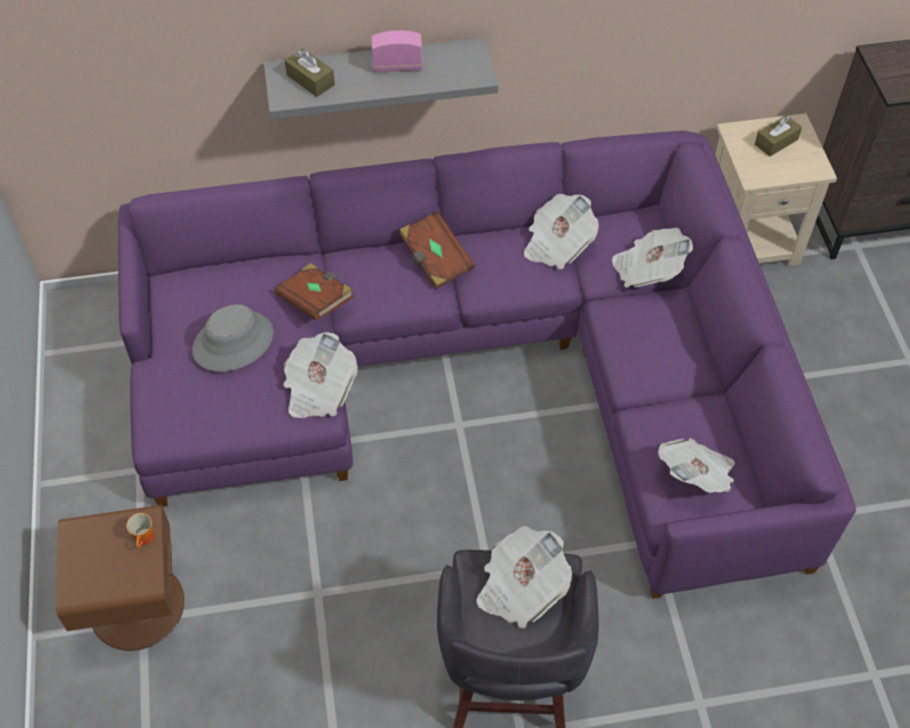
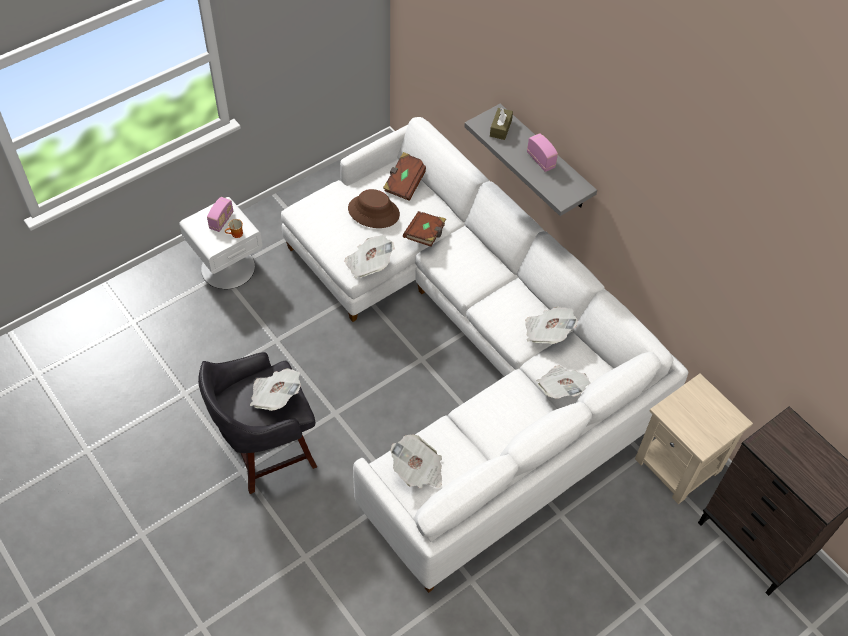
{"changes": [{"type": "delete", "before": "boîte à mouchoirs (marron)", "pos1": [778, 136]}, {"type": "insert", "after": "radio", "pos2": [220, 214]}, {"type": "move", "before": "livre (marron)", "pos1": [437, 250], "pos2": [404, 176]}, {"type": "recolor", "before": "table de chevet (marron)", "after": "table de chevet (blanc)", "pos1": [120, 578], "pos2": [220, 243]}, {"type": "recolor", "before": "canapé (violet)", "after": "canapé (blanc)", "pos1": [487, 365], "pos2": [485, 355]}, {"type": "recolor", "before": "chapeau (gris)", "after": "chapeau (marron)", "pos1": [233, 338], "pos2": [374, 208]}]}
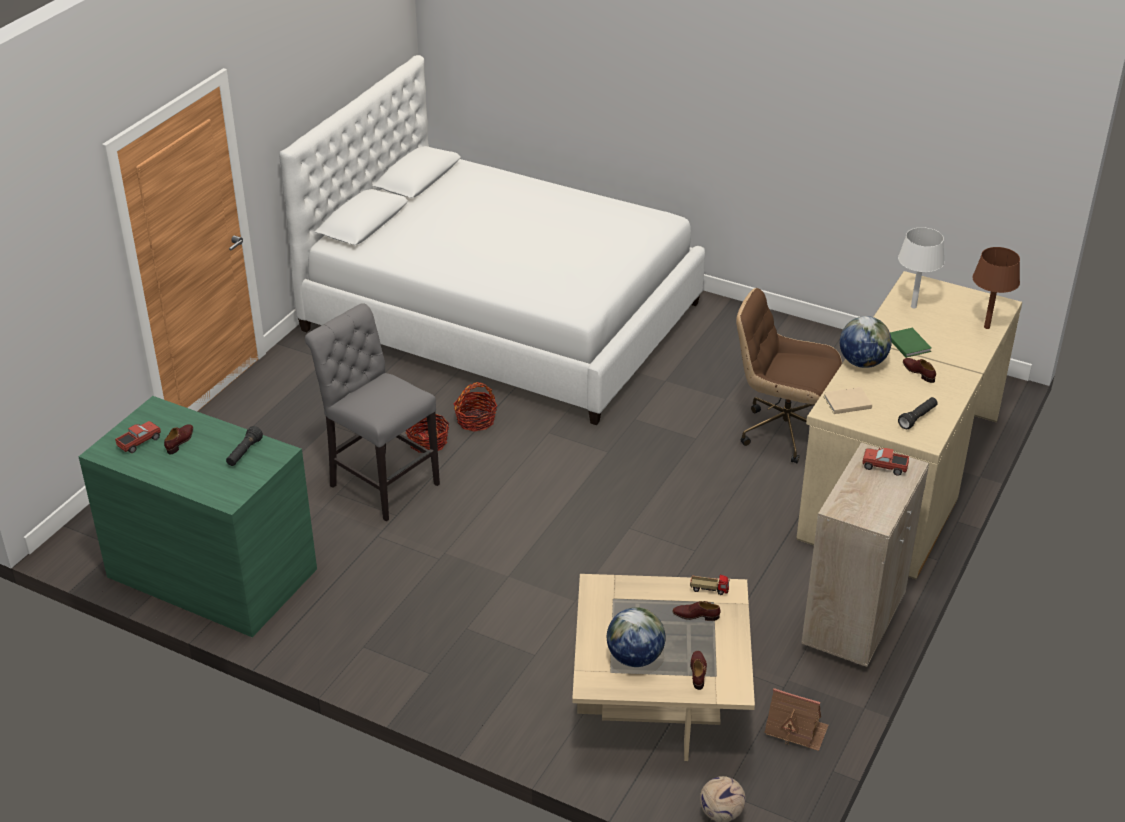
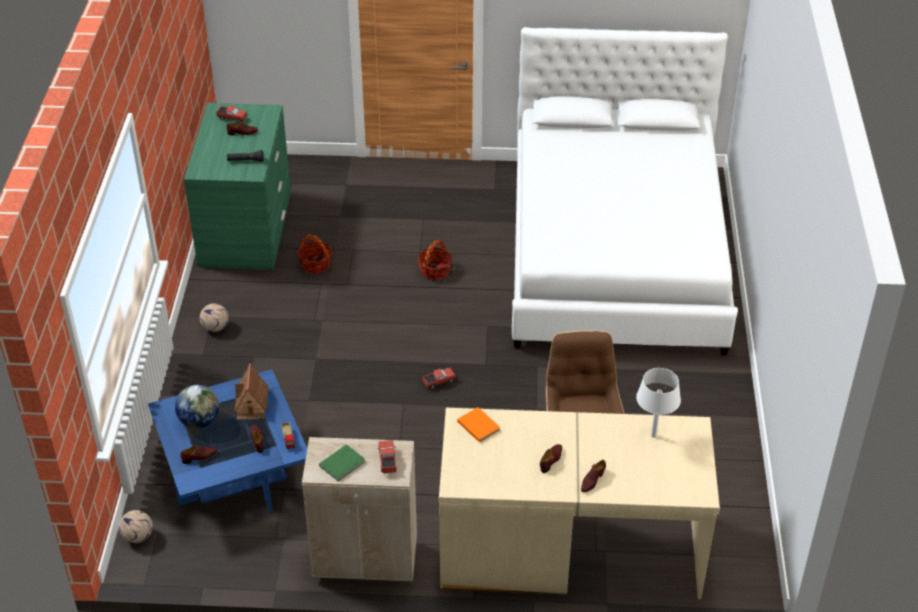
{"changes": [{"type": "delete", "before": "tabouret (gris)", "pos1": [372, 412]}, {"type": "delete", "before": "globe", "pos1": [866, 342]}, {"type": "delete", "before": "lampe de poche (noir)", "pos1": [918, 413]}, {"type": "delete", "before": "lampe de table (marron)", "pos1": [996, 288]}, {"type": "insert", "after": "ballon de foot", "pos2": [214, 317]}, {"type": "insert", "after": "camion jouet", "pos2": [439, 378]}, {"type": "insert", "after": "chaussure (marron)", "pos2": [593, 476]}, {"type": "move", "before": "panier", "pos1": [475, 407], "pos2": [314, 254]}, {"type": "move", "before": "maison miniature", "pos1": [796, 719], "pos2": [252, 391]}, {"type": "move", "before": "livre (vert)", "pos1": [910, 343], "pos2": [342, 462]}, {"type": "recolor", "before": "table basse (beige)", "after": "table basse (bleu)", "pos1": [663, 667], "pos2": [227, 440]}, {"type": "recolor", "before": "livre (beige)", "after": "livre (orange)", "pos1": [847, 400], "pos2": [478, 424]}]}
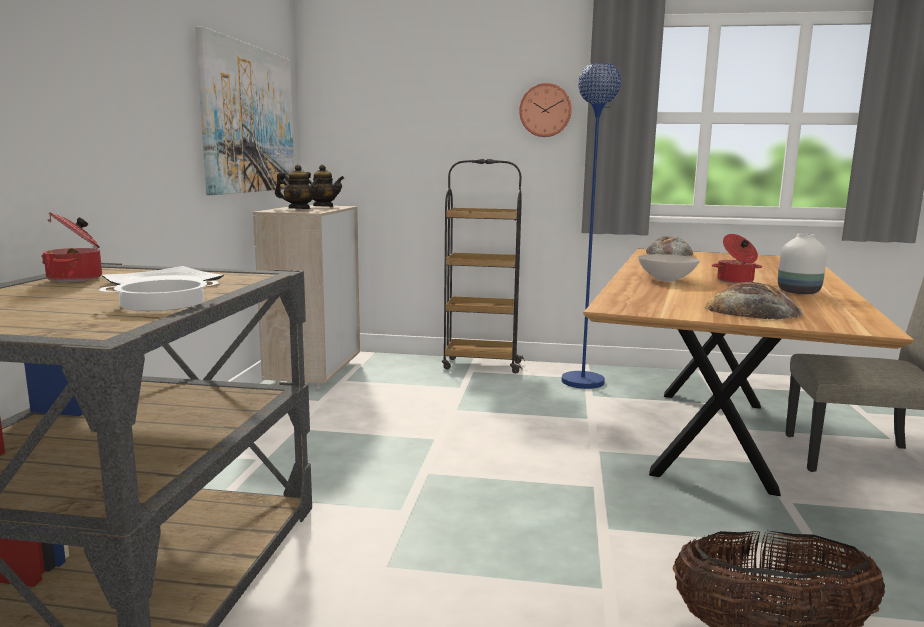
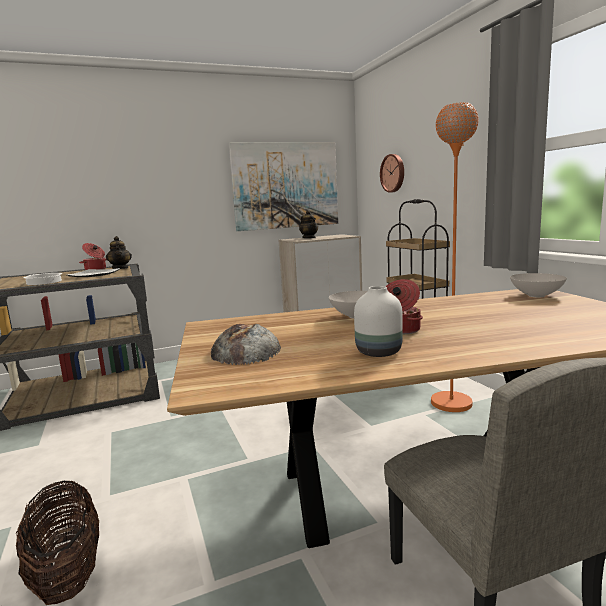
{"changes": [{"type": "move", "before": "théière", "pos1": [325, 186], "pos2": [119, 252]}, {"type": "move", "before": "horloge murale", "pos1": [545, 110], "pos2": [392, 173]}, {"type": "replace", "before": "pain", "after": "bol (blanc)", "pos1": [669, 246], "pos2": [538, 285]}, {"type": "recolor", "before": "lampadaire (bleu)", "after": "lampadaire (orange)", "pos1": [591, 226], "pos2": [455, 257]}]}
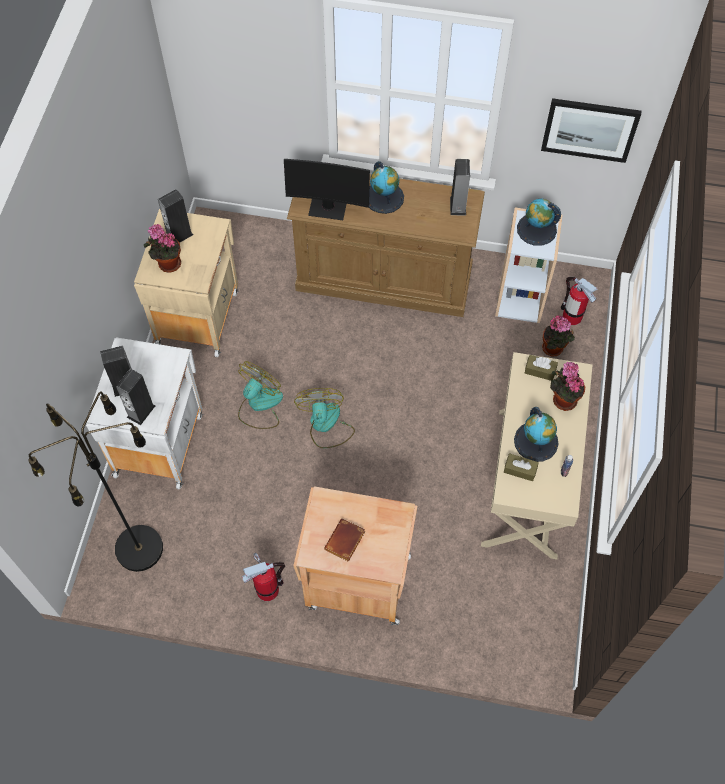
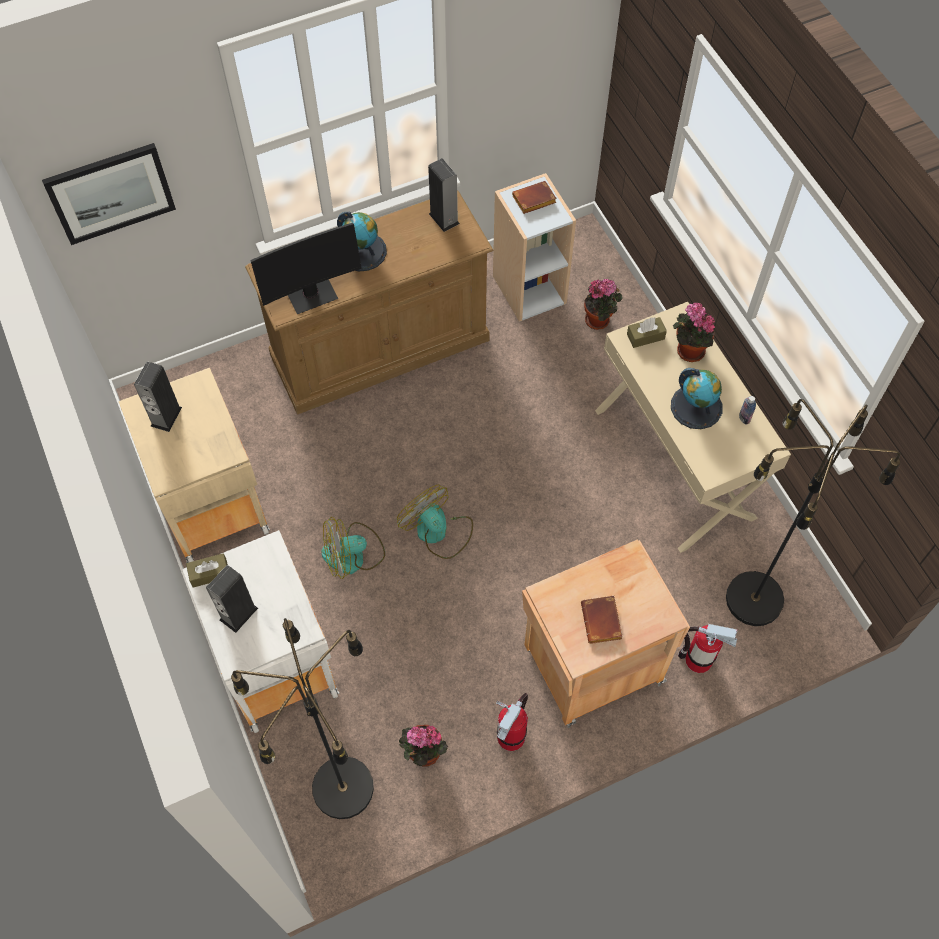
{"changes": [{"type": "delete", "before": "enceinte", "pos1": [135, 397]}, {"type": "insert", "after": "lampadaire", "pos2": [813, 512]}, {"type": "move", "before": "plante en pot", "pos1": [162, 248], "pos2": [423, 746]}, {"type": "move", "before": "boîte à mouchoirs (marron)", "pos1": [521, 467], "pos2": [207, 570]}, {"type": "move", "before": "tableau", "pos1": [591, 130], "pos2": [109, 194]}, {"type": "move", "before": "extincteur", "pos1": [579, 301], "pos2": [707, 648]}, {"type": "replace", "before": "globe", "after": "livre (marron)", "pos1": [539, 222], "pos2": [534, 197]}, {"type": "rotate", "before": "ventilateur", "pos1": [260, 395], "pos2": [353, 548], "turn": -105}]}
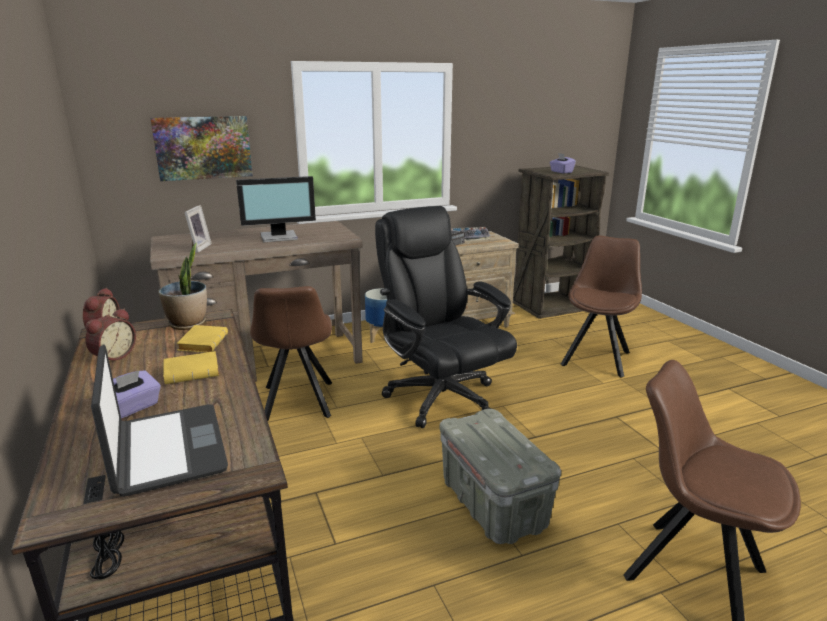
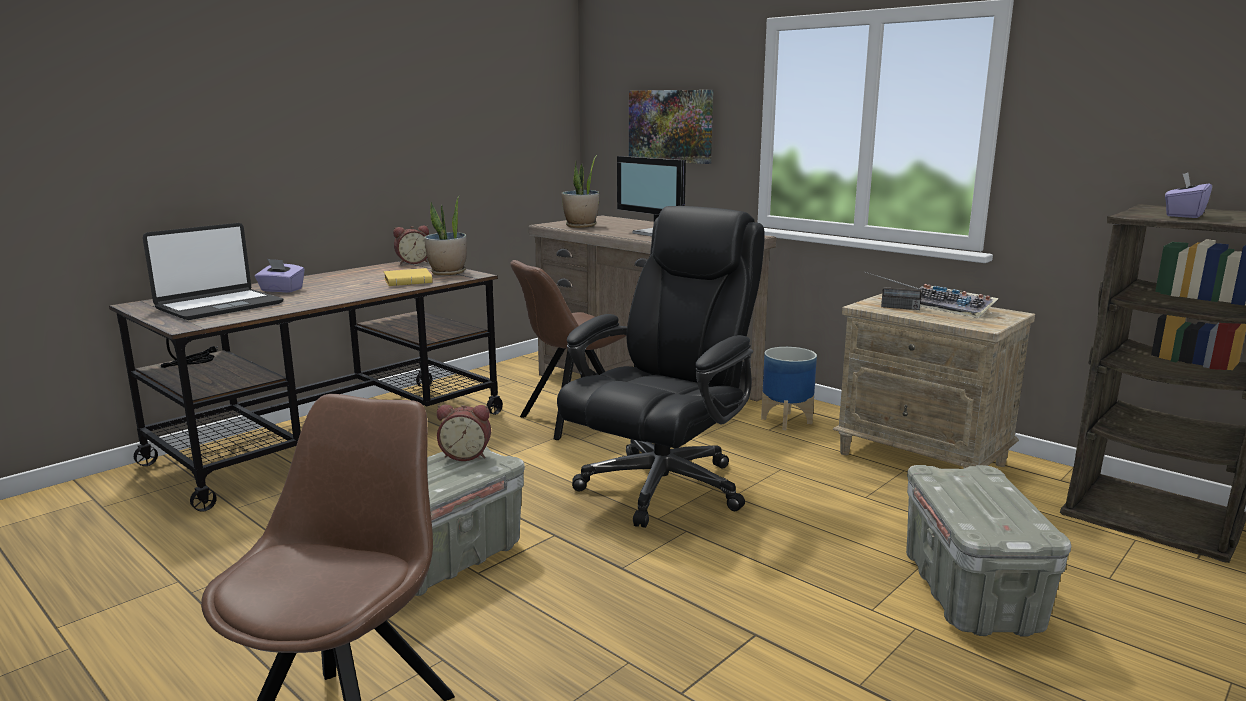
{"changes": [{"type": "delete", "before": "livre (jaune)", "pos1": [191, 367]}, {"type": "move", "before": "réveil", "pos1": [110, 334], "pos2": [464, 433]}, {"type": "replace", "before": "cadre photo", "after": "plante en pot", "pos1": [198, 229], "pos2": [580, 191]}, {"type": "replace", "before": "chaise (marron)", "after": "boîte de rangement (gris)", "pos1": [601, 306], "pos2": [988, 551]}]}
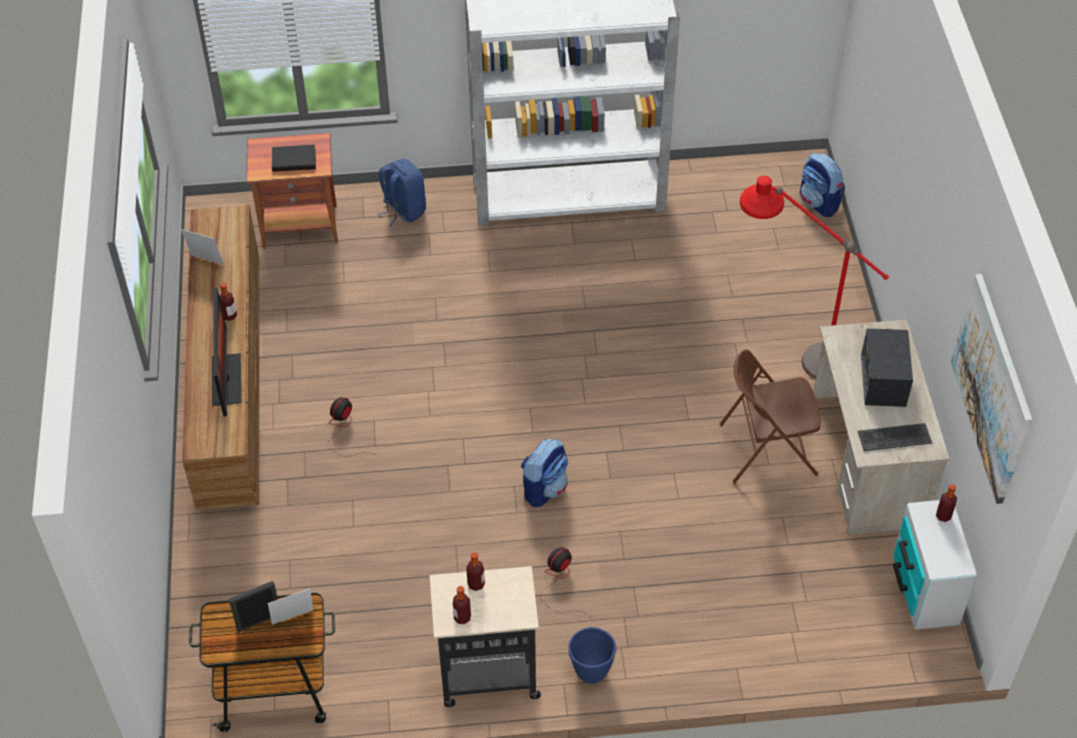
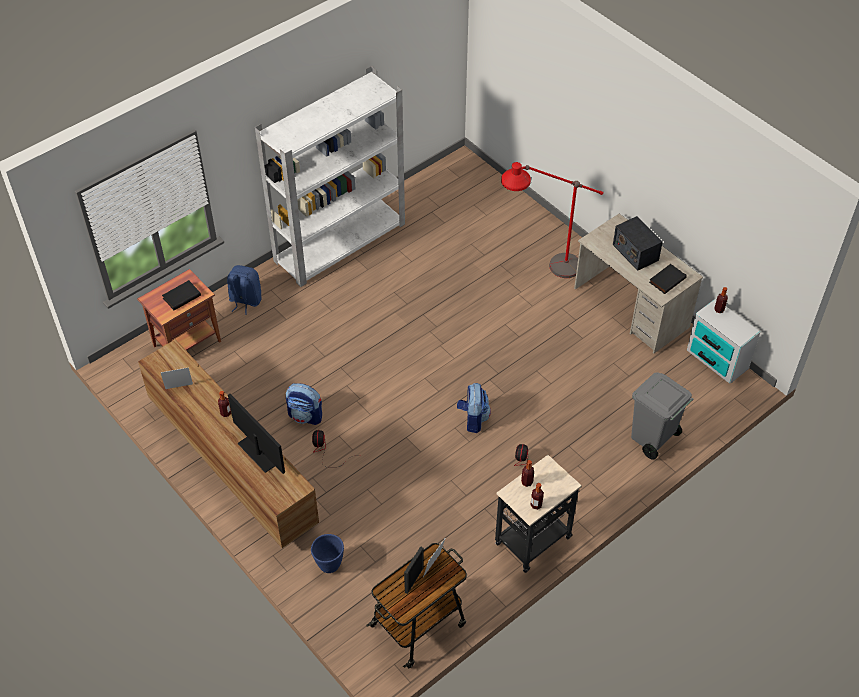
{"changes": [{"type": "delete", "before": "chaise (marron)", "pos1": [770, 416]}, {"type": "delete", "before": "tableau", "pos1": [991, 389]}, {"type": "insert", "after": "poubelle (gris)", "pos2": [662, 416]}, {"type": "move", "before": "cache-pot (bleu)", "pos1": [592, 655], "pos2": [327, 553]}, {"type": "move", "before": "sac à dos", "pos1": [822, 185], "pos2": [304, 404]}, {"type": "replace", "before": "clavier", "after": "livre (noir)", "pos1": [895, 437], "pos2": [668, 279]}]}
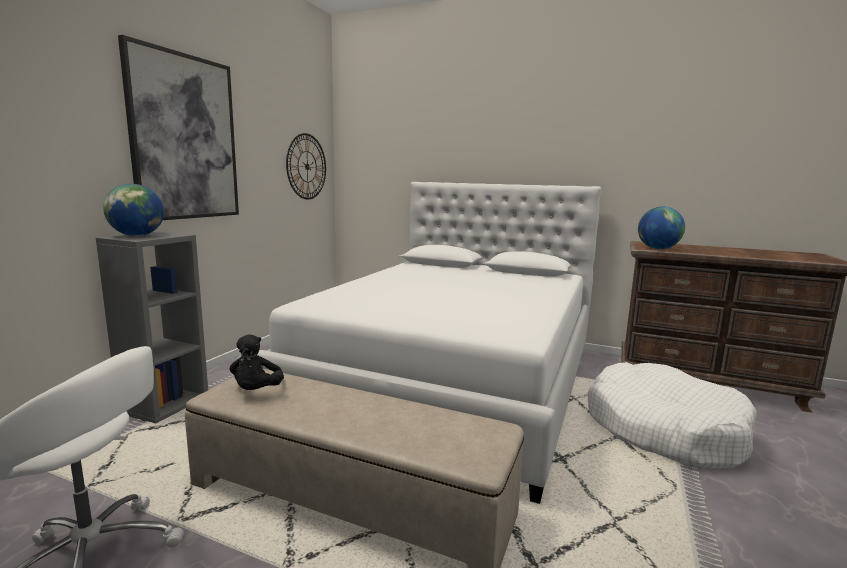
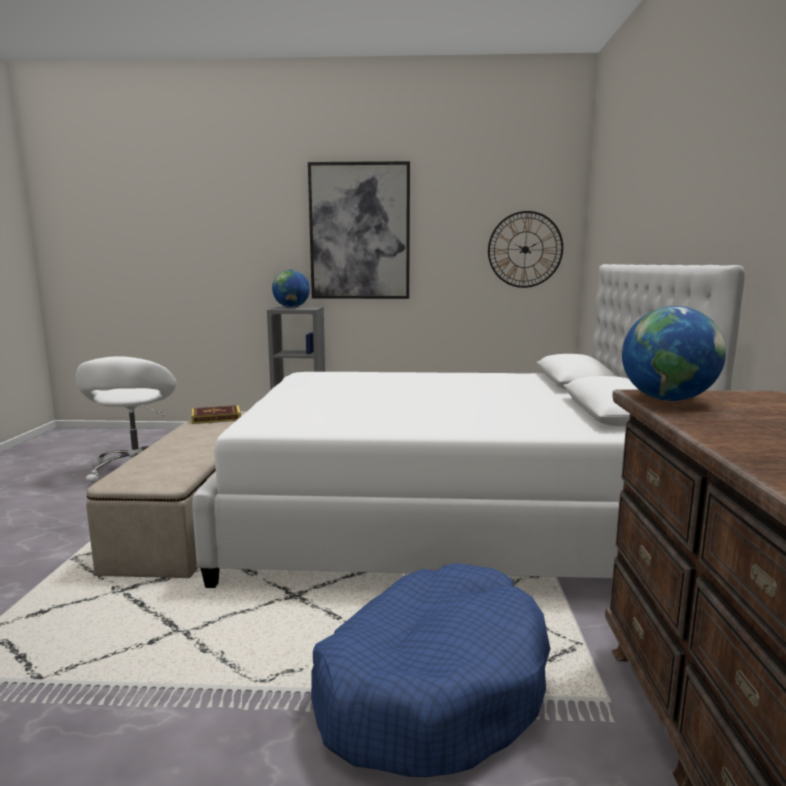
{"changes": [{"type": "replace", "before": "peluche (noir)", "after": "livre", "pos1": [256, 362], "pos2": [216, 414]}, {"type": "recolor", "before": "panier pour chien (blanc)", "after": "panier pour chien (bleu)", "pos1": [672, 415], "pos2": [431, 670]}]}
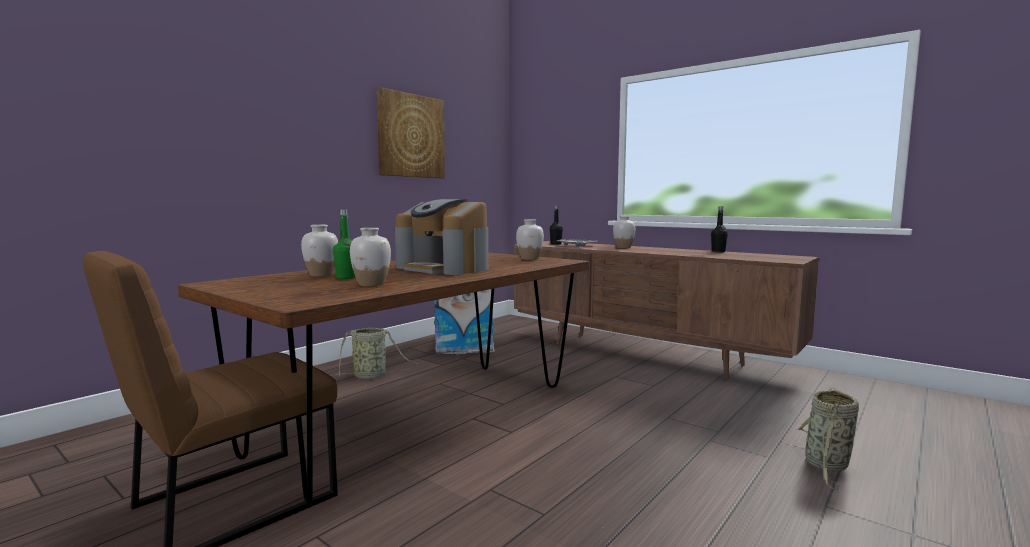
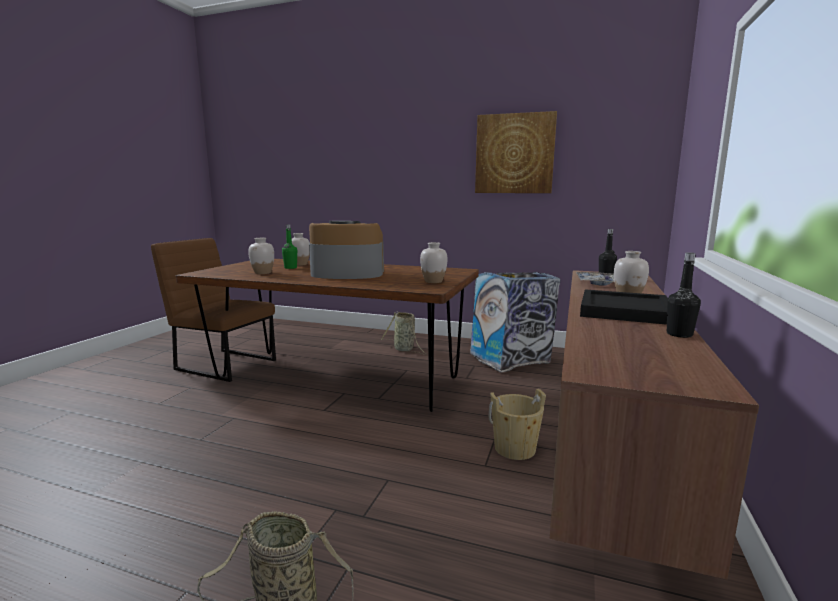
{"changes": [{"type": "insert", "after": "seau (beige)", "pos2": [517, 424]}, {"type": "insert", "after": "plateau (noir)", "pos2": [624, 307]}, {"type": "rotate", "before": "machine à café", "pos1": [441, 237], "pos2": [346, 250], "turn": 75}]}
